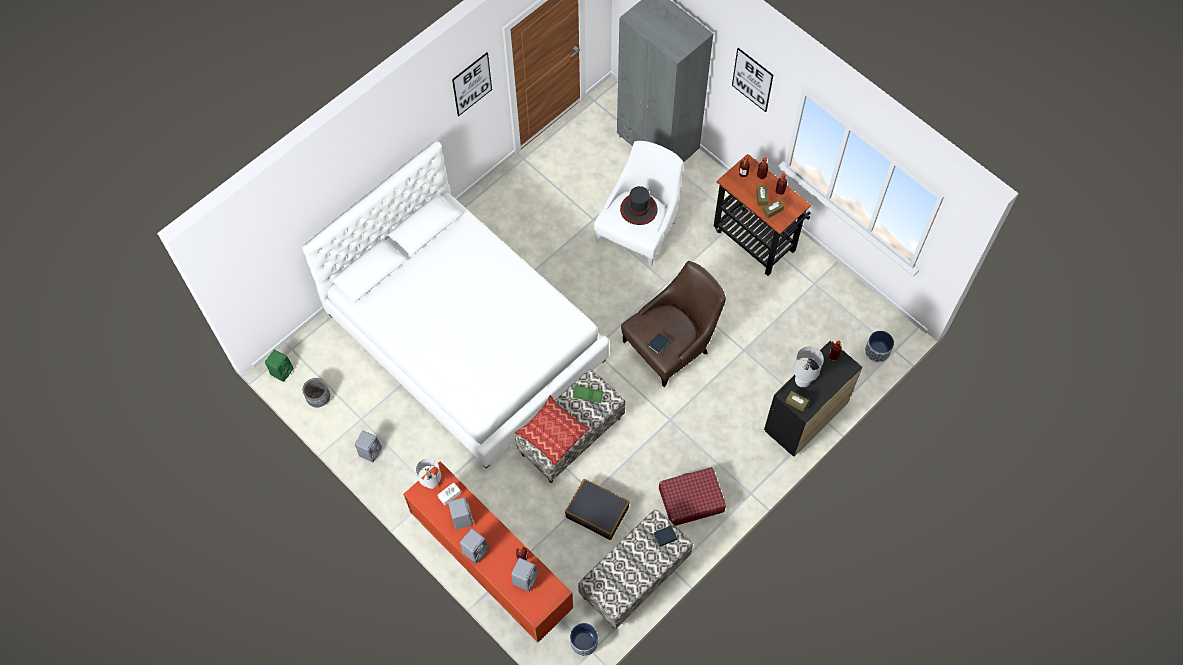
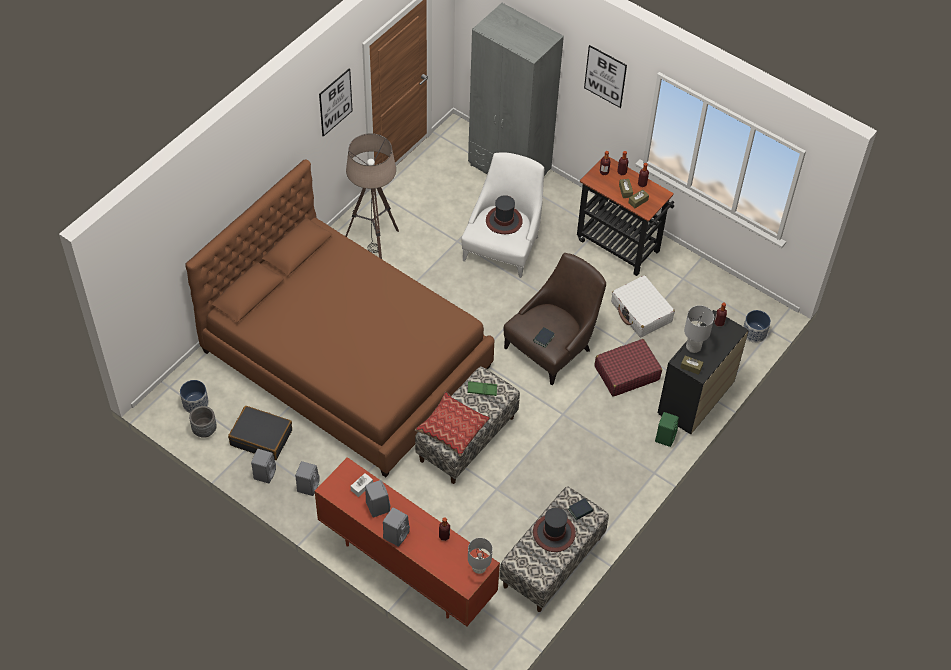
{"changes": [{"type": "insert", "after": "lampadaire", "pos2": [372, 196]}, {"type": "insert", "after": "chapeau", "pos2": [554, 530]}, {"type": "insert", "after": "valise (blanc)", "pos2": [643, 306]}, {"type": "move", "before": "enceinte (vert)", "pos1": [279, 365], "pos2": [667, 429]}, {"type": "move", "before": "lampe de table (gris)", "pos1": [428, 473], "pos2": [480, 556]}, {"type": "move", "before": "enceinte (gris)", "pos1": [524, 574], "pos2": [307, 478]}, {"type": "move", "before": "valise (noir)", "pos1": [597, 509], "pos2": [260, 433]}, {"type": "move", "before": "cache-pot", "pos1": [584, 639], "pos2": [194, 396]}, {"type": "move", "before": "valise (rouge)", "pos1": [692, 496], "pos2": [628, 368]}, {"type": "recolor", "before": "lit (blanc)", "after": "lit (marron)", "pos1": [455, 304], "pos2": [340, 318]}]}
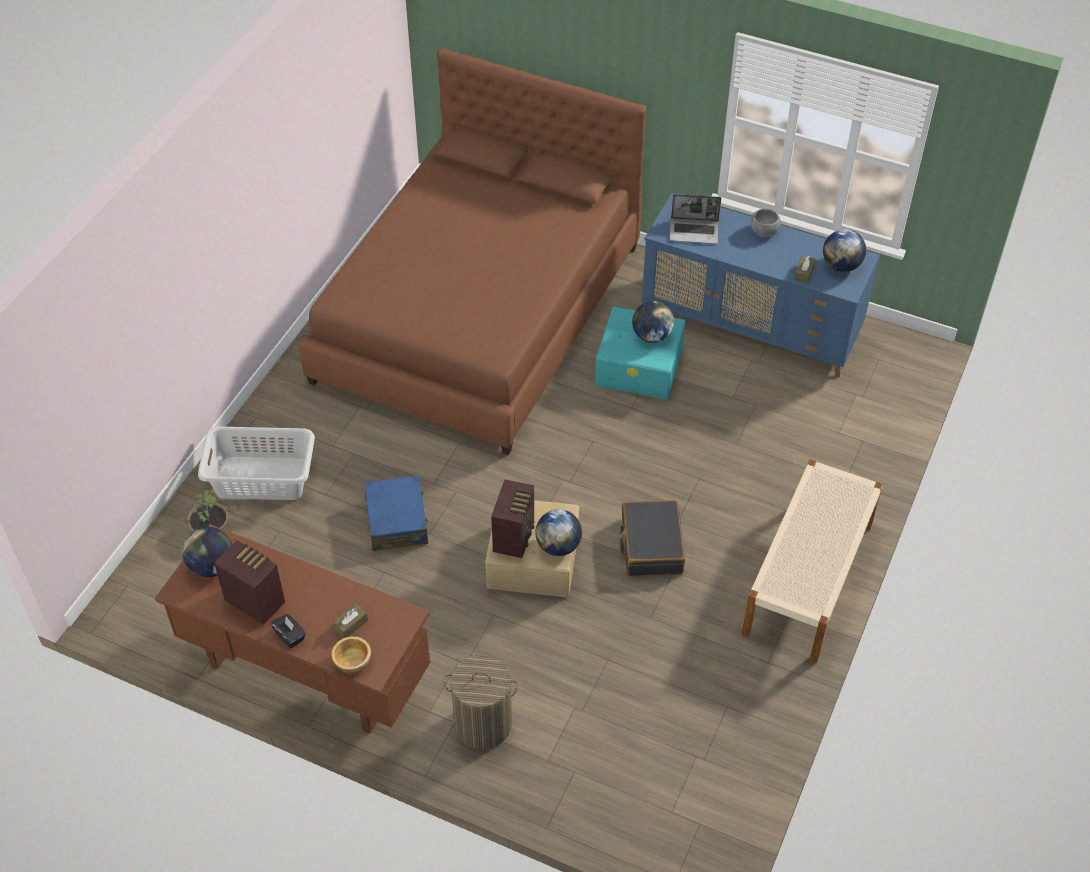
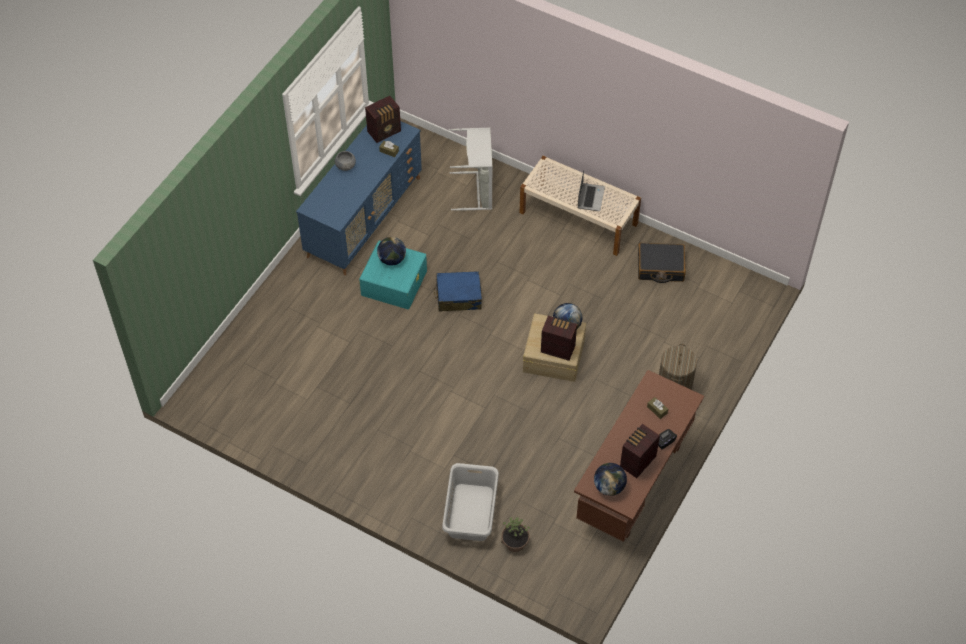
{"changes": [{"type": "delete", "before": "lit (marron)", "pos1": [472, 251]}, {"type": "delete", "before": "bol", "pos1": [351, 654]}, {"type": "insert", "after": "panier à linge (gris)", "pos2": [470, 169]}, {"type": "move", "before": "valise (bleu)", "pos1": [396, 513], "pos2": [458, 291]}, {"type": "move", "before": "valise (noir)", "pos1": [652, 538], "pos2": [662, 263]}, {"type": "move", "before": "ordinateur portable", "pos1": [695, 219], "pos2": [591, 190]}, {"type": "replace", "before": "globe", "after": "radio", "pos1": [844, 250], "pos2": [383, 119]}]}
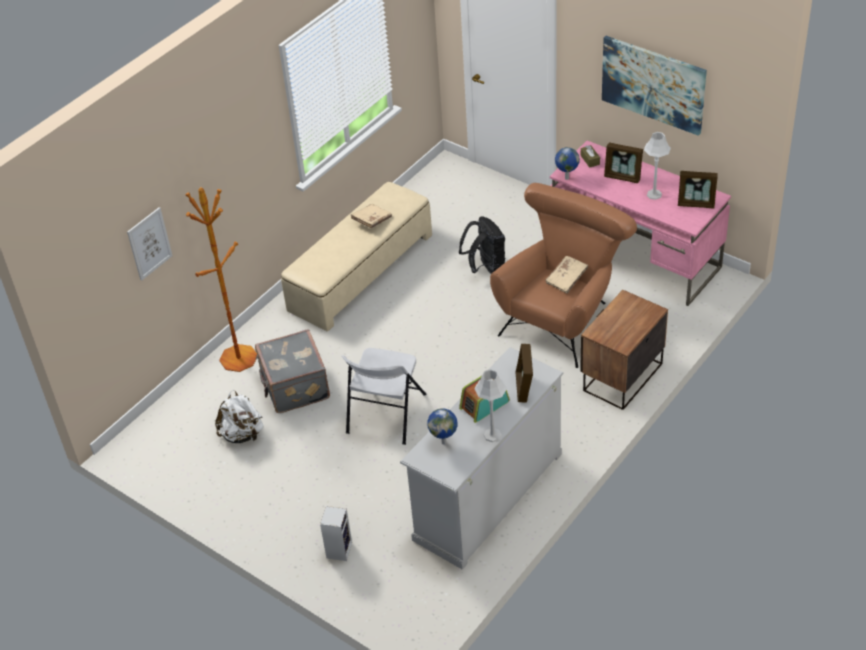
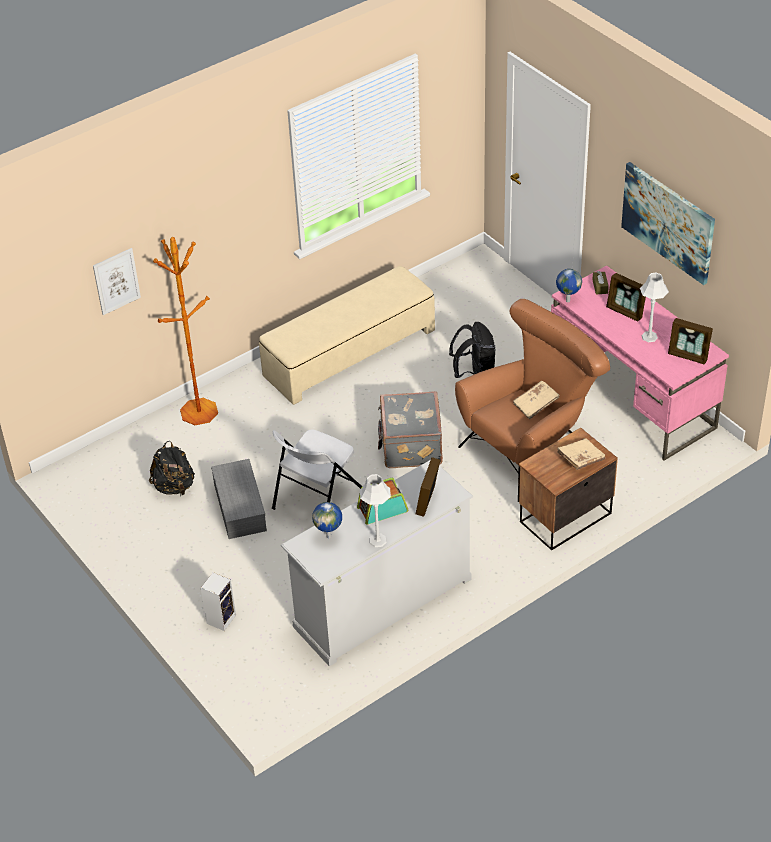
{"changes": [{"type": "insert", "after": "boîte de rangement (gris)", "pos2": [239, 499]}, {"type": "move", "before": "valise (gris)", "pos1": [292, 371], "pos2": [410, 429]}, {"type": "move", "before": "livre (beige)", "pos1": [371, 216], "pos2": [581, 454]}, {"type": "recolor", "before": "sac à dos (blanc)", "after": "sac à dos (noir)", "pos1": [239, 416], "pos2": [172, 468]}]}
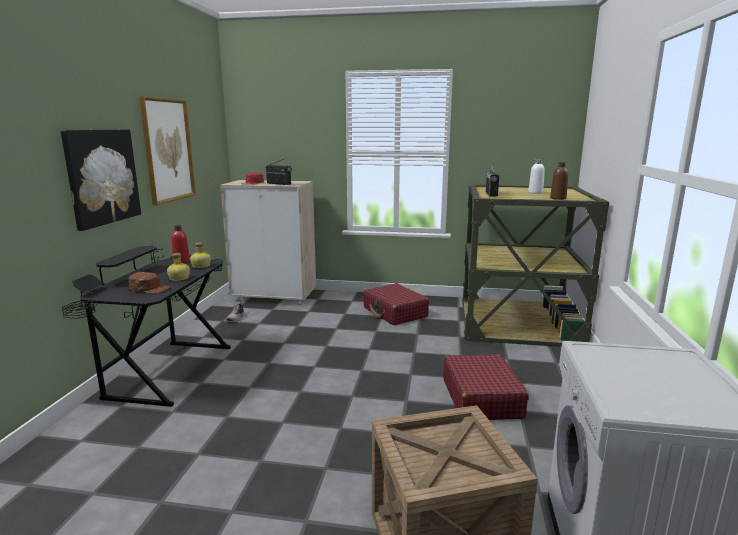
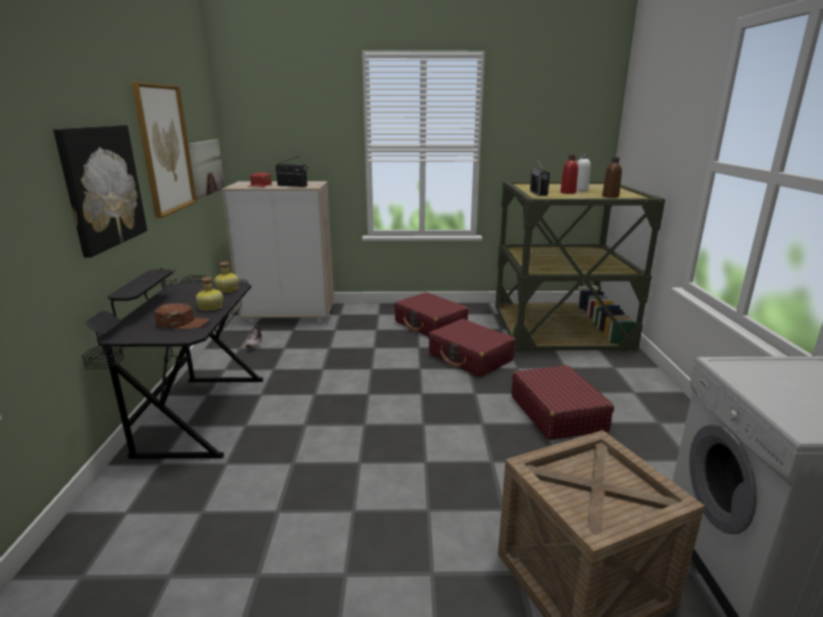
{"changes": [{"type": "insert", "after": "tableau", "pos2": [206, 169]}, {"type": "insert", "after": "valise (rouge)", "pos2": [471, 348]}, {"type": "move", "before": "bouteille (rouge)", "pos1": [180, 244], "pos2": [569, 174]}]}
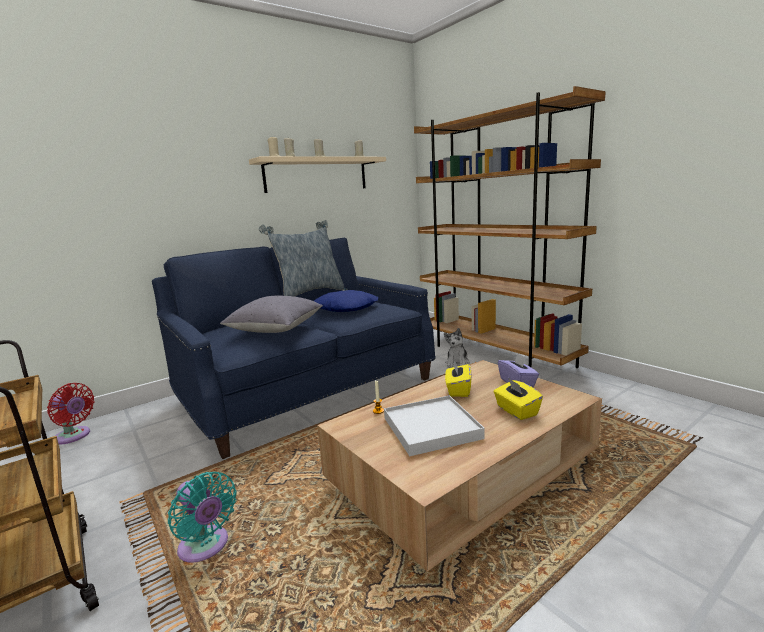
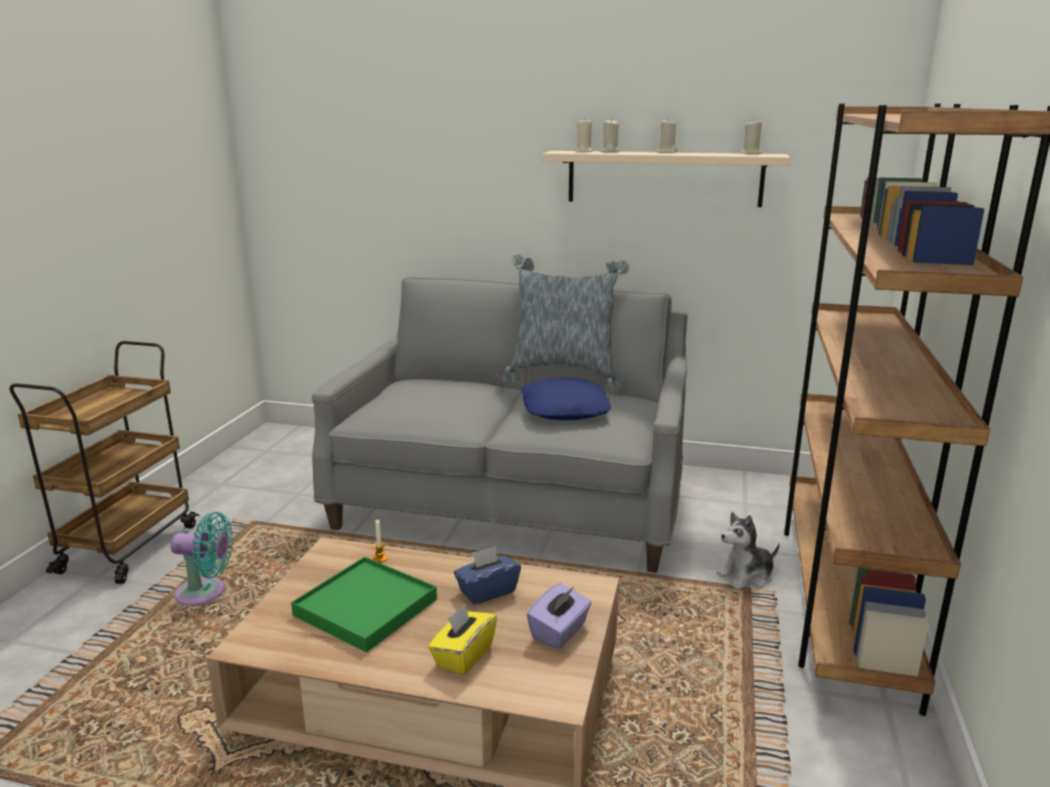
{"changes": [{"type": "delete", "before": "ventilateur (rouge)", "pos1": [71, 414]}, {"type": "delete", "before": "coussin (gris)", "pos1": [271, 314]}, {"type": "recolor", "before": "canapé (bleu)", "after": "canapé (gris)", "pos1": [294, 348], "pos2": [499, 425]}, {"type": "recolor", "before": "plateau (blanc)", "after": "plateau (vert)", "pos1": [434, 425], "pos2": [364, 605]}, {"type": "recolor", "before": "boîte à mouchoirs (jaune)", "after": "boîte à mouchoirs (bleu)", "pos1": [458, 378], "pos2": [487, 575]}, {"type": "rotate", "before": "ventilateur (turquoise)", "pos1": [202, 517], "pos2": [202, 559], "turn": -90}]}
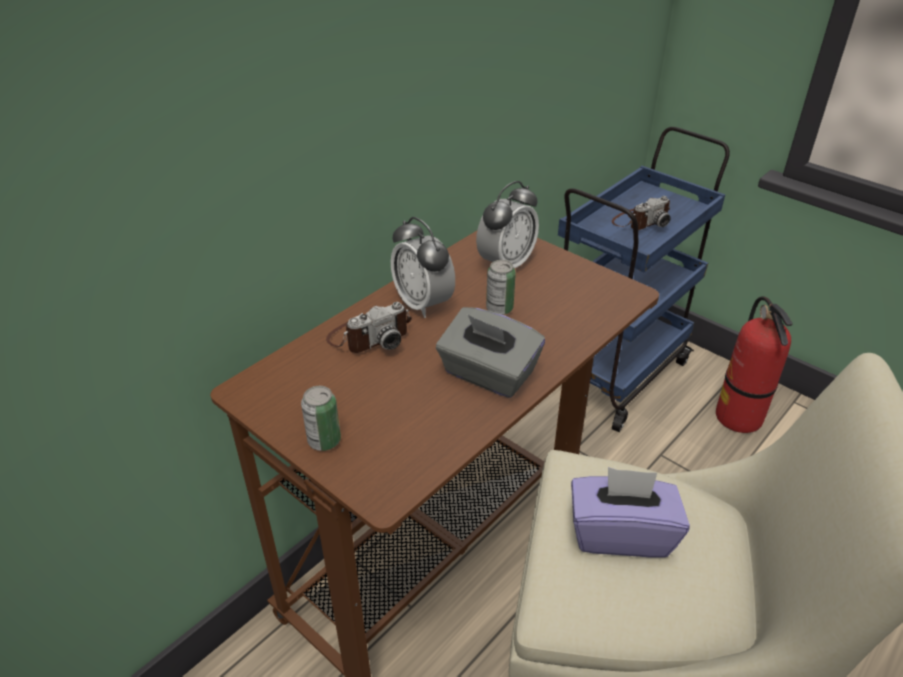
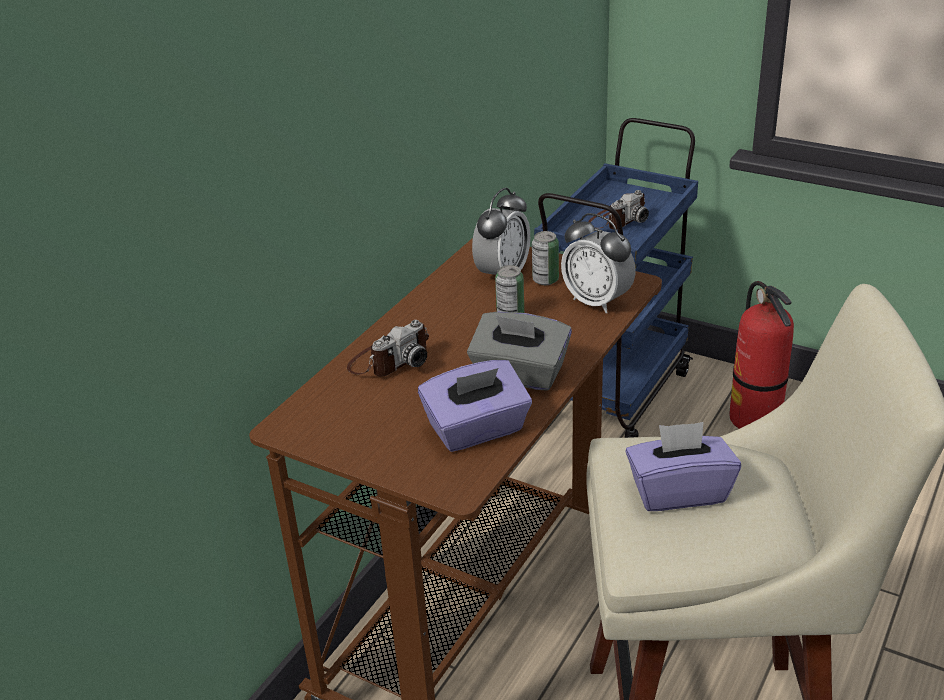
{"changes": [{"type": "insert", "after": "boîte à mouchoirs (violet)", "pos2": [475, 406]}, {"type": "move", "before": "boîte métallique", "pos1": [321, 418], "pos2": [545, 258]}, {"type": "move", "before": "réveil", "pos1": [423, 267], "pos2": [598, 263]}]}
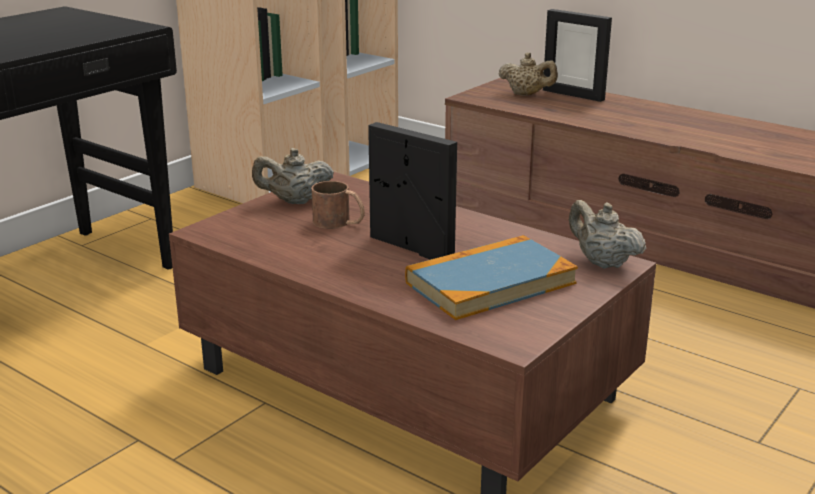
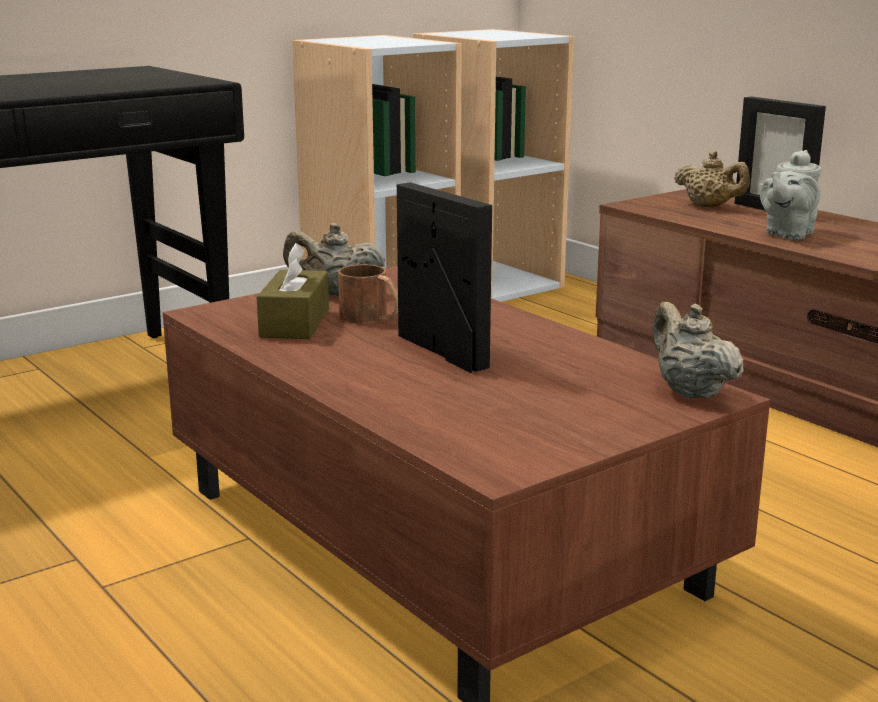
{"changes": [{"type": "delete", "before": "livre", "pos1": [491, 277]}, {"type": "insert", "after": "boîte à mouchoirs (marron)", "pos2": [293, 291]}, {"type": "insert", "after": "théière (gris)", "pos2": [791, 194]}]}
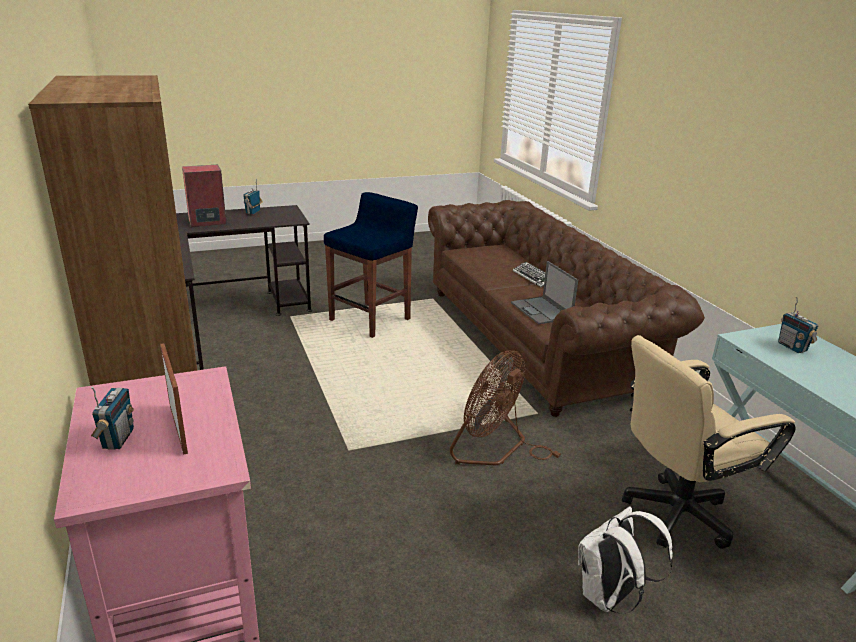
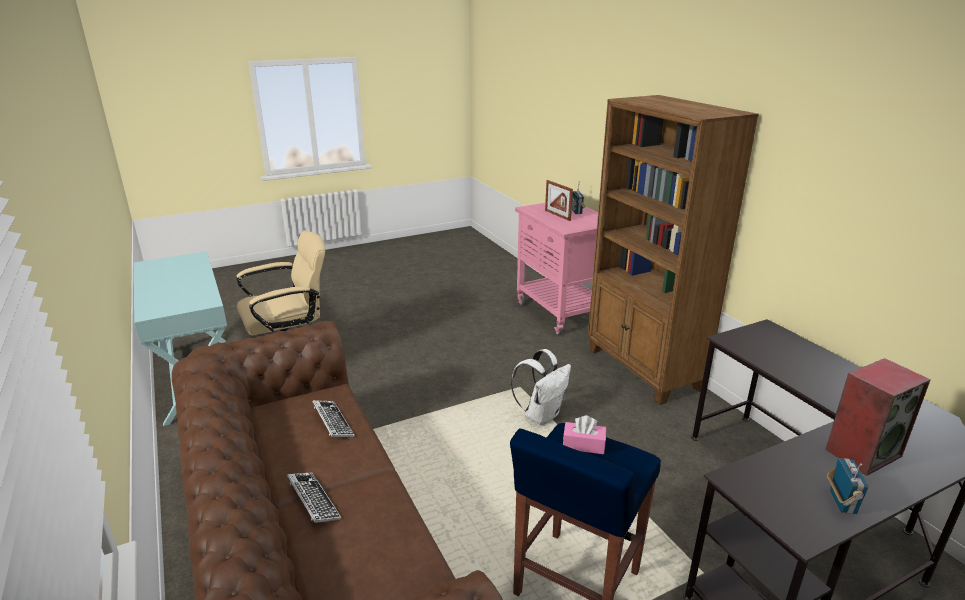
{"changes": [{"type": "delete", "before": "ventilateur (marron)", "pos1": [505, 408]}, {"type": "delete", "before": "radio", "pos1": [798, 325]}, {"type": "insert", "after": "boîte à mouchoirs (rose)", "pos2": [584, 435]}, {"type": "move", "before": "sac à dos (blanc)", "pos1": [625, 560], "pos2": [541, 387]}, {"type": "replace", "before": "ordinateur portable", "after": "clavier", "pos1": [544, 292], "pos2": [334, 418]}]}
